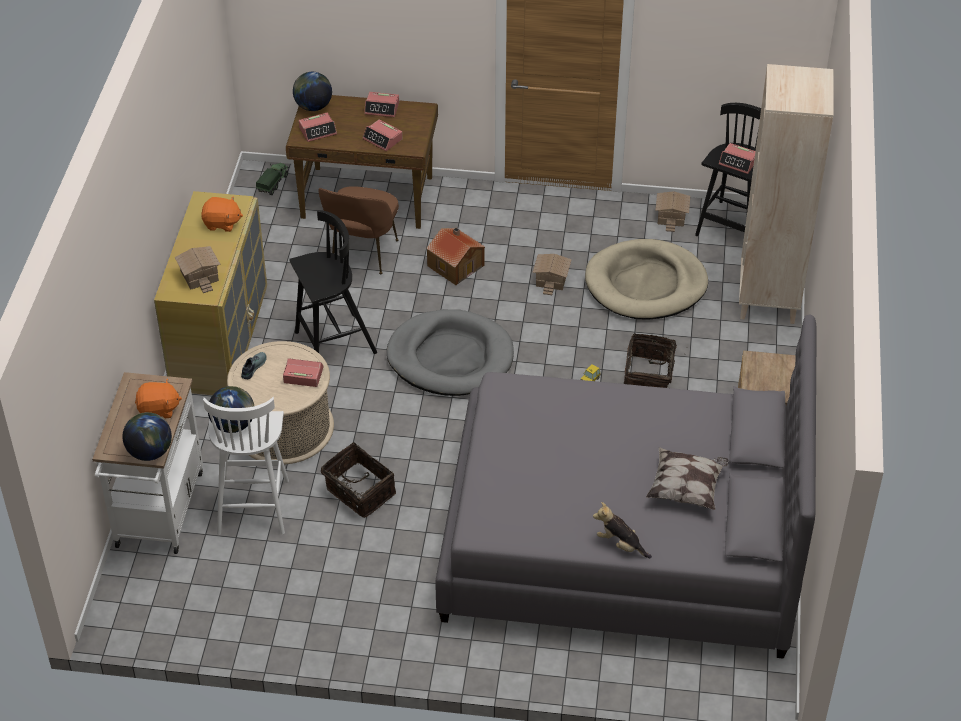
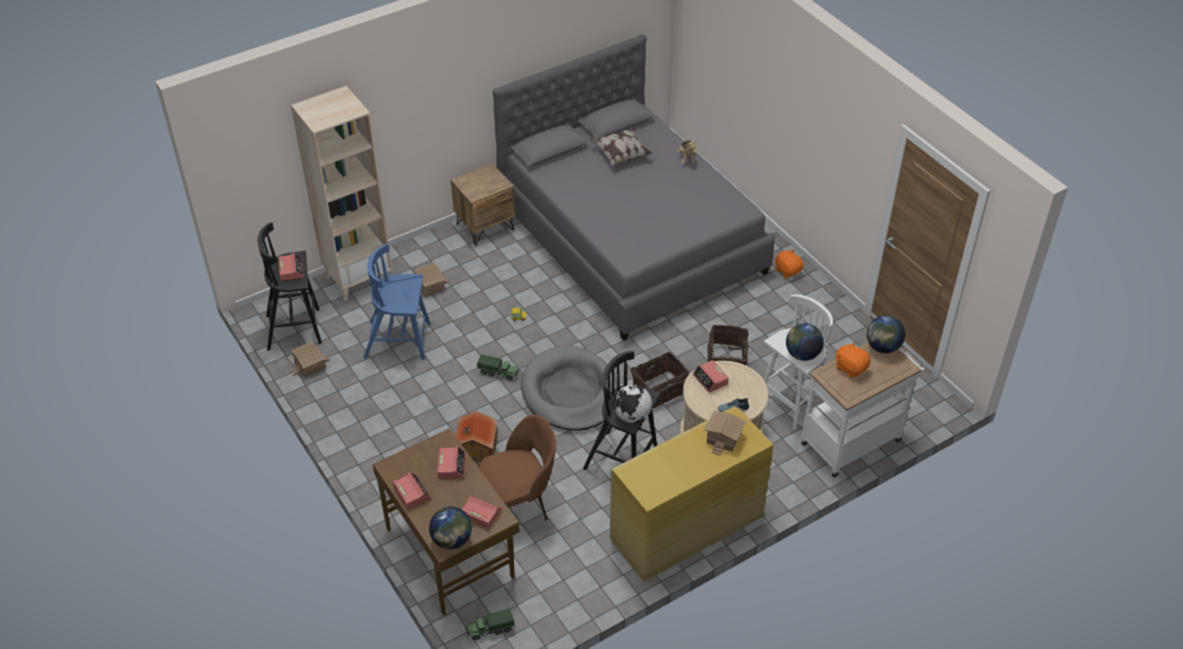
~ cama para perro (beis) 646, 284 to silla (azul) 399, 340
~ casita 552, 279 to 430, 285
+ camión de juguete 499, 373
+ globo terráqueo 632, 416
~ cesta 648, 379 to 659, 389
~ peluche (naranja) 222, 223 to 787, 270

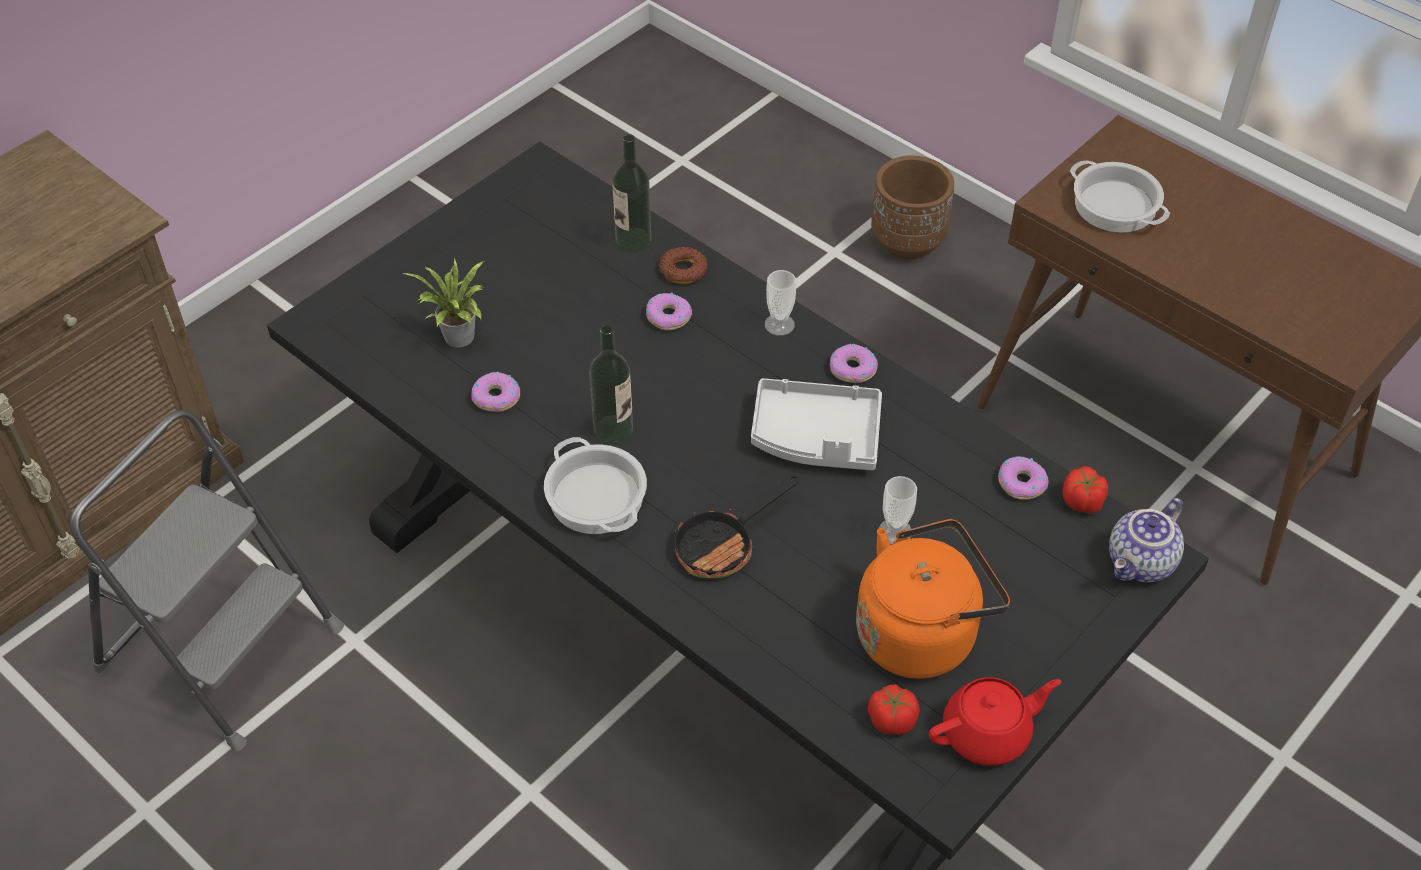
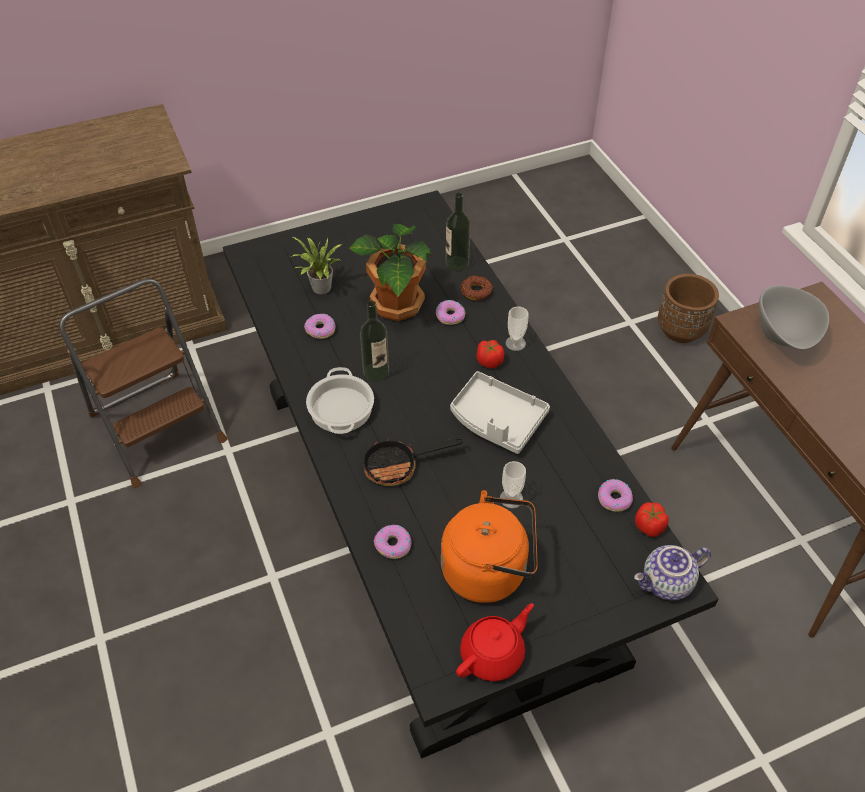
~ escalera de tijera (gris) 213, 643 to escalera de tijera (marrón) 155, 423
+ planta en maceta 396, 306
~ rosquilla 852, 369 to 393, 545
~ tetera (rojo) 988, 734 = 493, 654 45 degrees counterclockwise
~ tomate 891, 719 to 489, 361
~ olla 1114, 205 to cuenco (gris) 784, 339

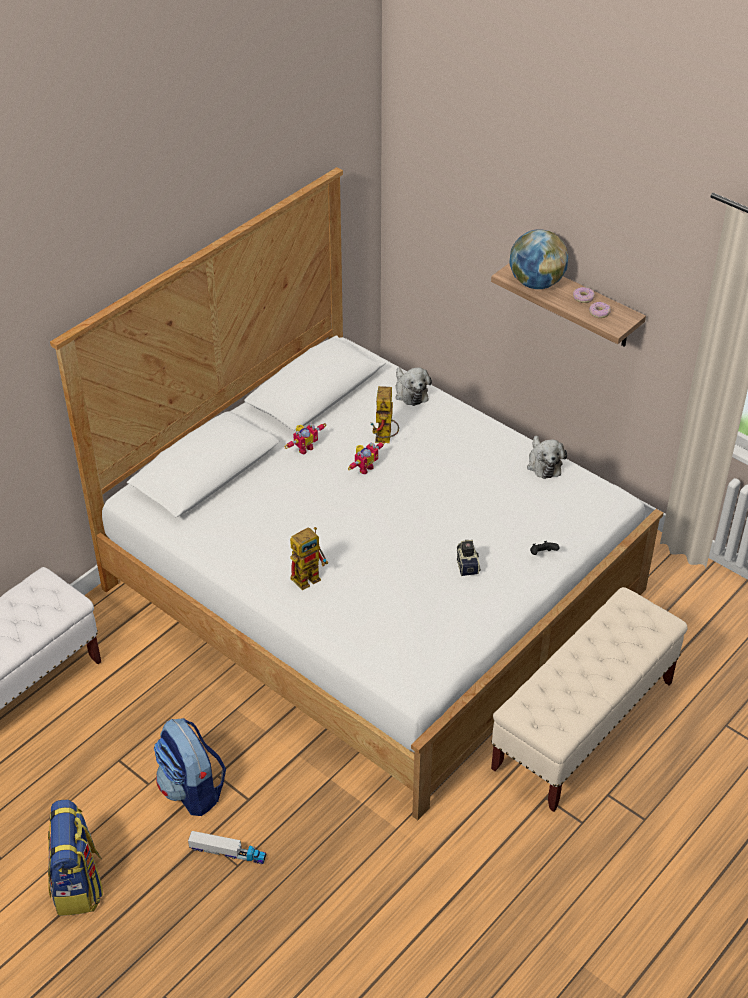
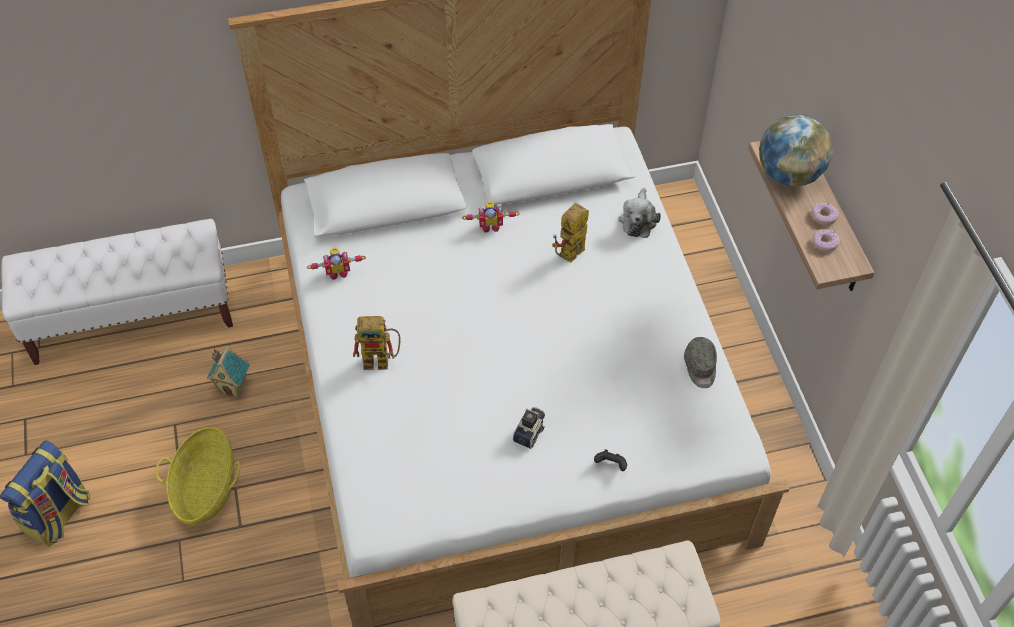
~ mochila 192, 790 to cesta 206, 488
+ casita 234, 387
~ robot de juguete 364, 467 to 338, 272
~ peluche 543, 463 to gorra (gris) 700, 367
- camión de juguete 228, 852

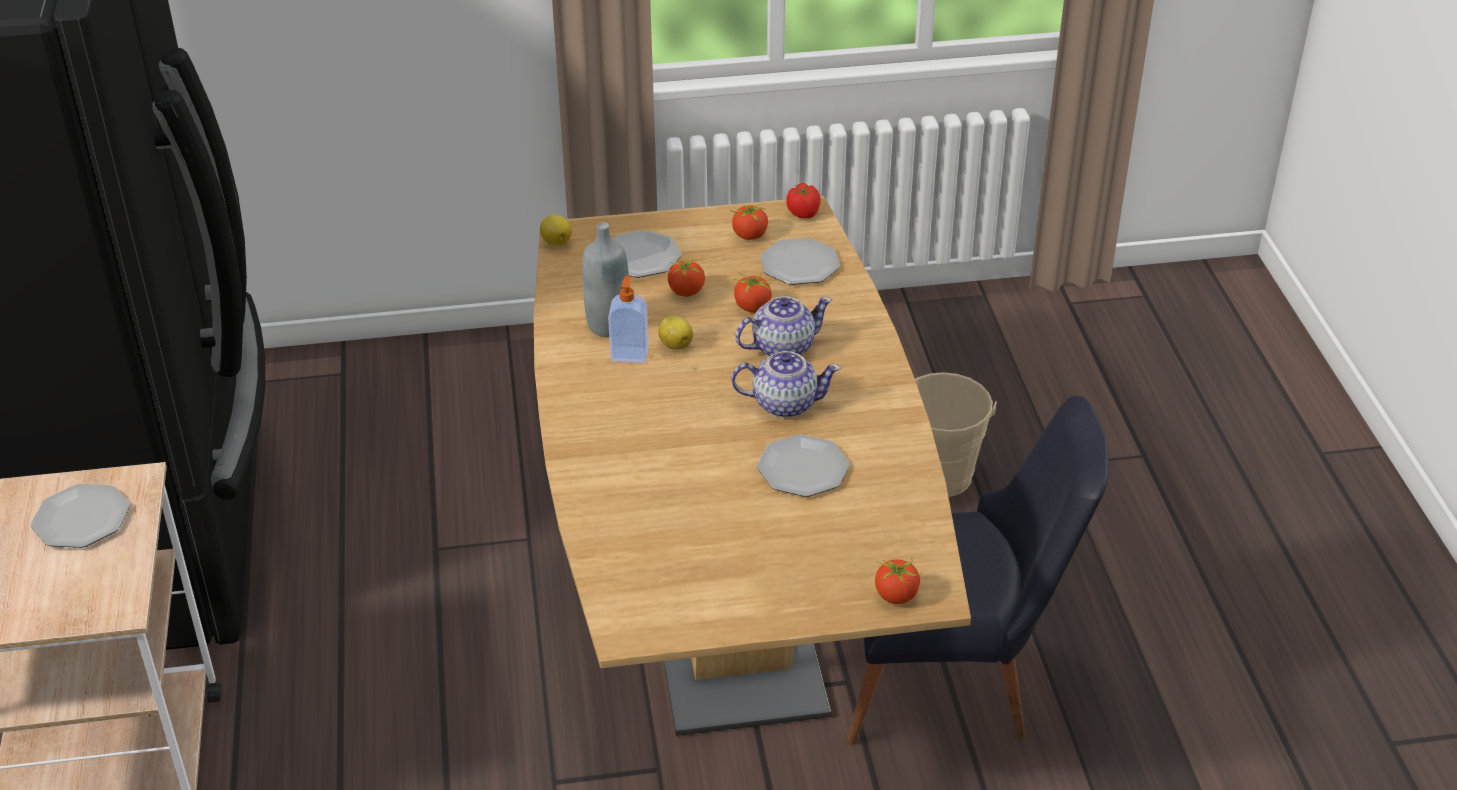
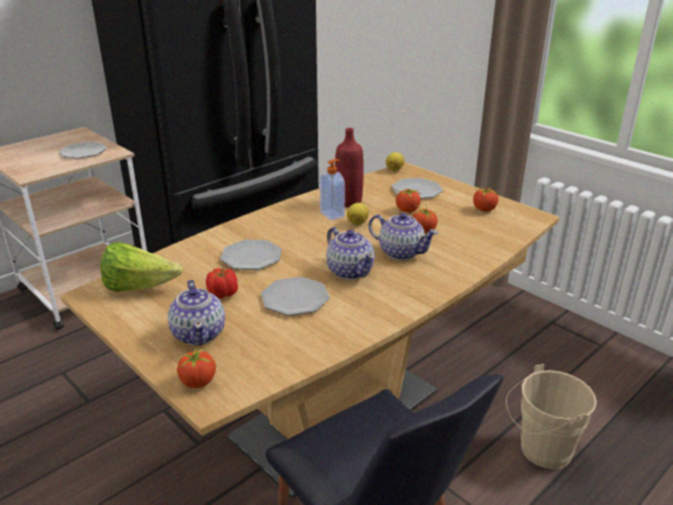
+ lechuga 139, 287
+ tetera 199, 333
~ tomate 803, 213 to 223, 294
~ plato 800, 265 to 251, 257
~ botella (gris) 608, 325 to botella (rojo) 348, 202

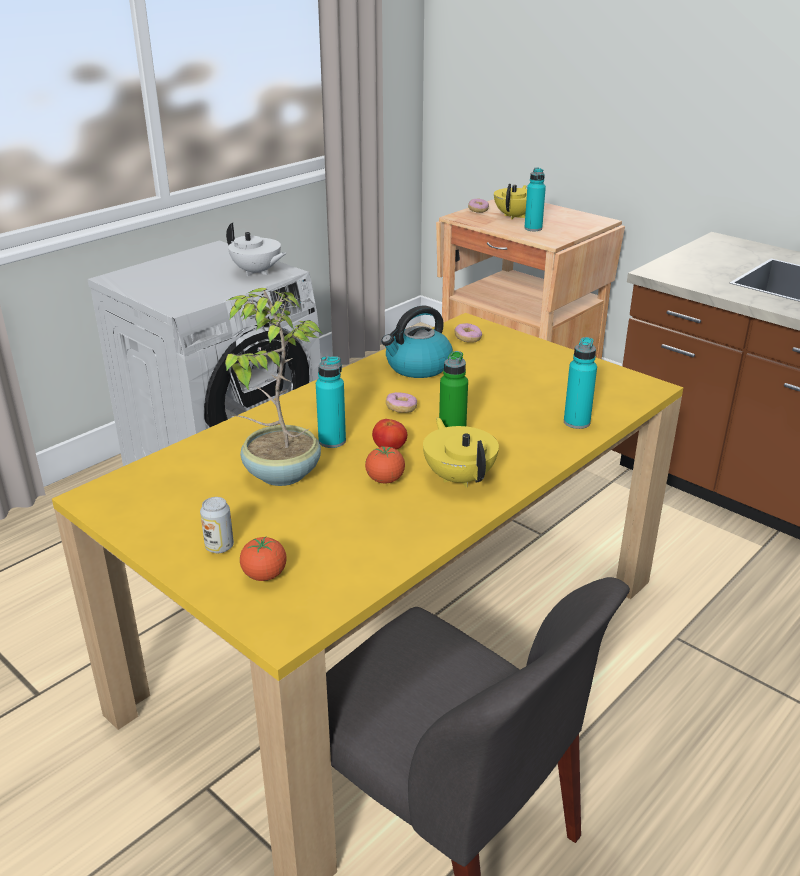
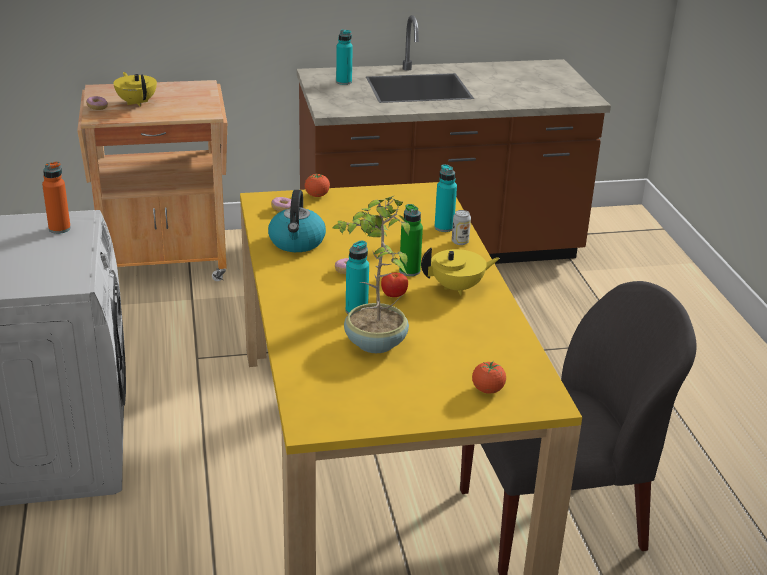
~ tetera (blanco) 257, 272 to botella (naranja) 59, 229
~ tomate 385, 480 to 317, 195
~ botella (turquesa) 533, 228 to 344, 82
~ tetera (amarillo) 459, 477 = 457, 288 150 degrees clockwise
~ lata 219, 546 to 460, 242

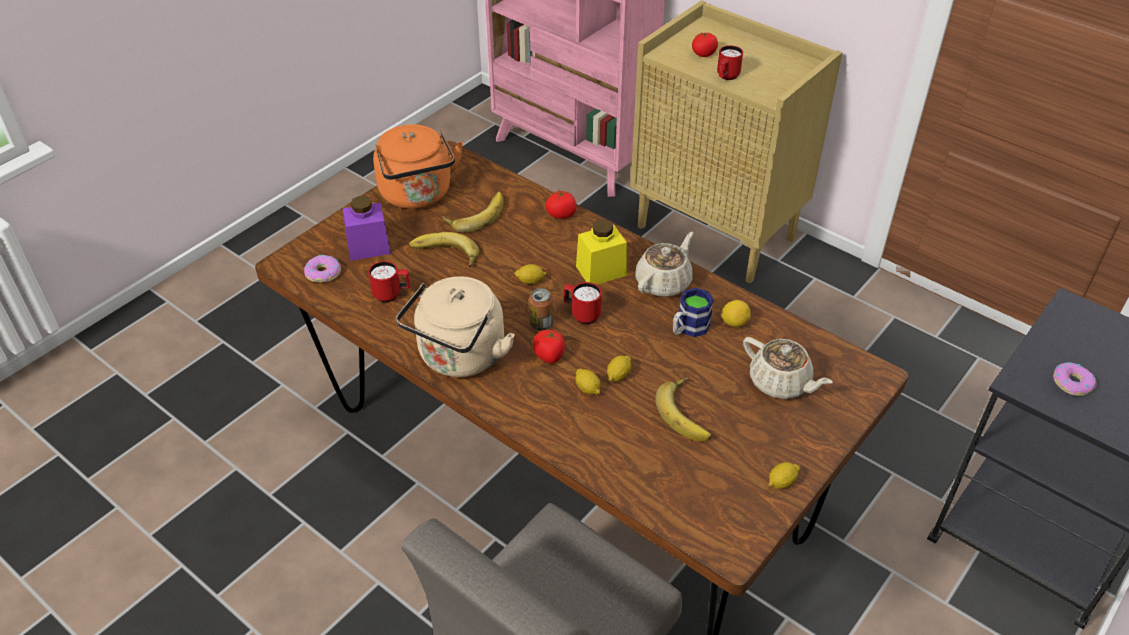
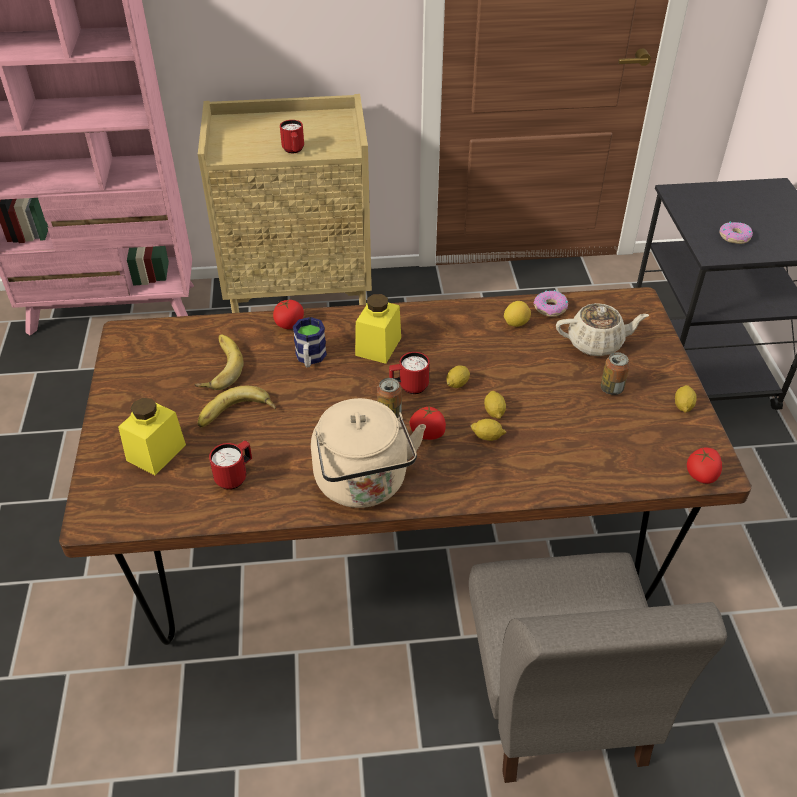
~ tarro (morado) 368, 247 to tarro (amarillo) 156, 453
~ taza grande 688, 329 to 310, 358
~ limón 530, 281 to 457, 383
~ rosquilla 323, 273 to 550, 308
+ lata 611, 389
~ tomate 703, 54 to 701, 475
- hervidor (naranja) 418, 195
- tetera (beis) 664, 282
- plátano 688, 413

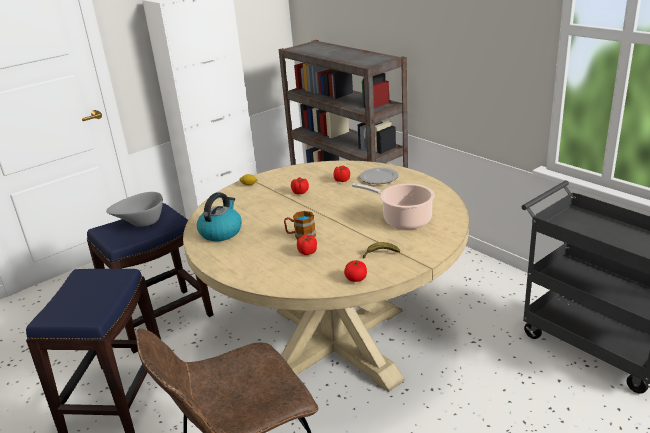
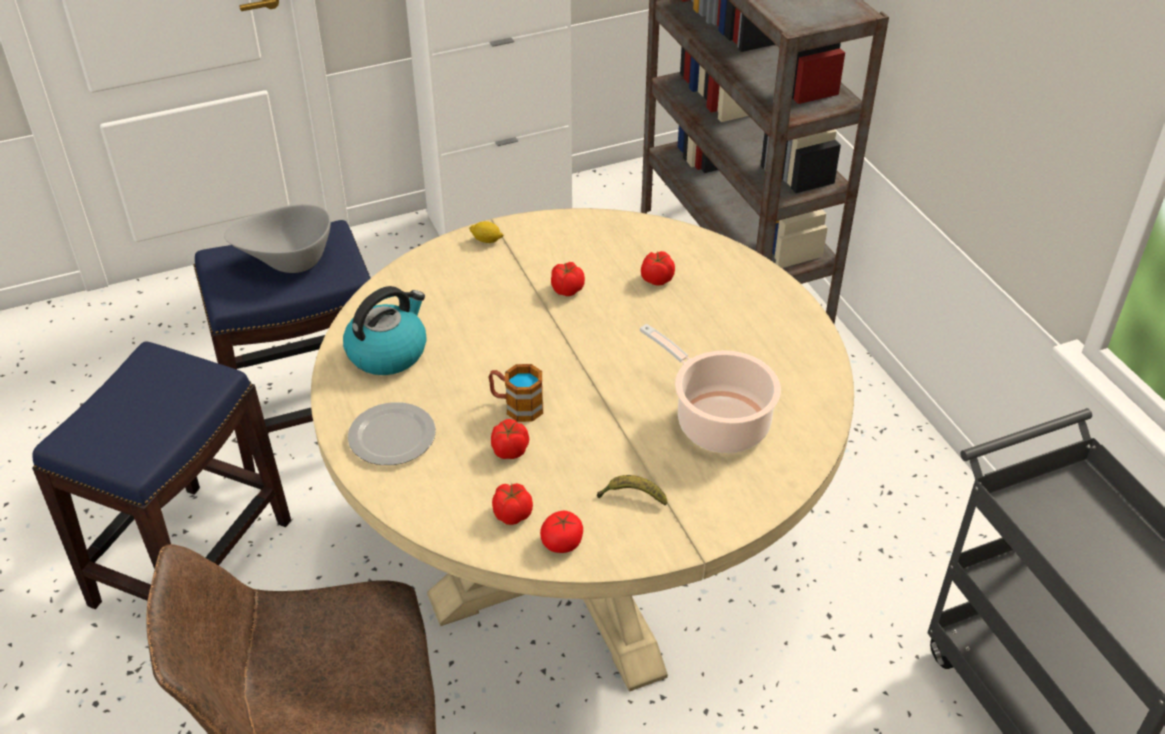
~ plato 378, 177 to 392, 435
+ tomate 512, 514

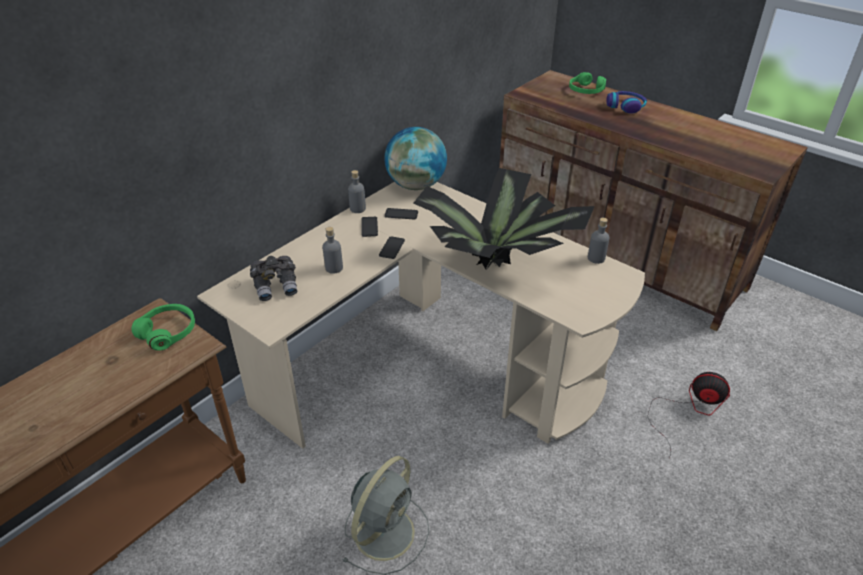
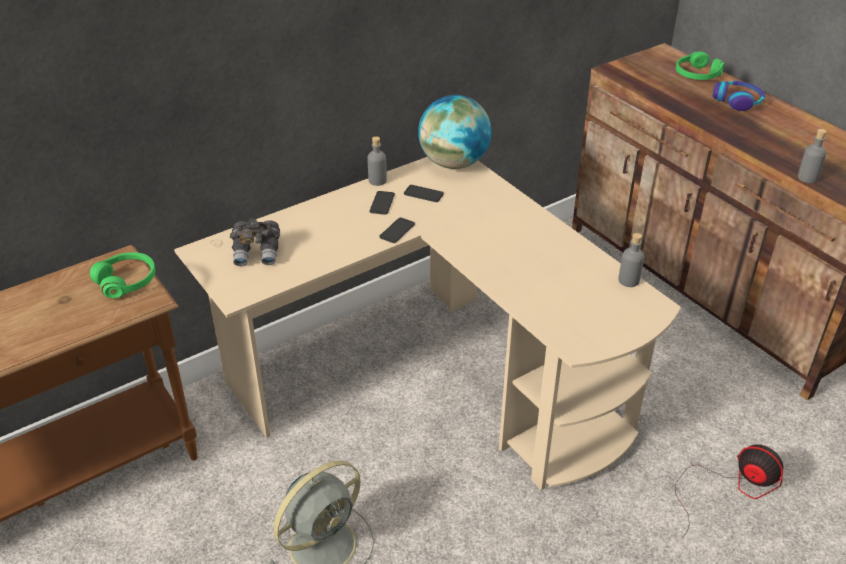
~ botella (gris) 334, 268 to 807, 177
- planta en maceta 497, 265

